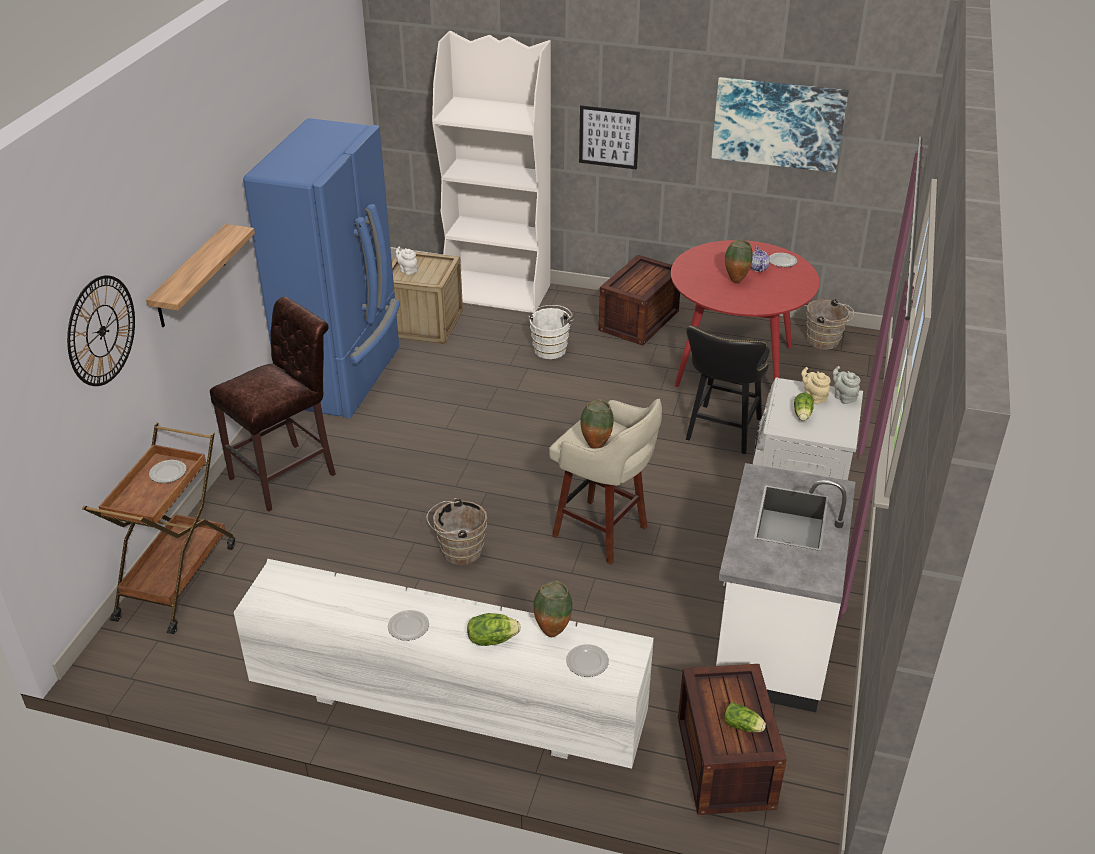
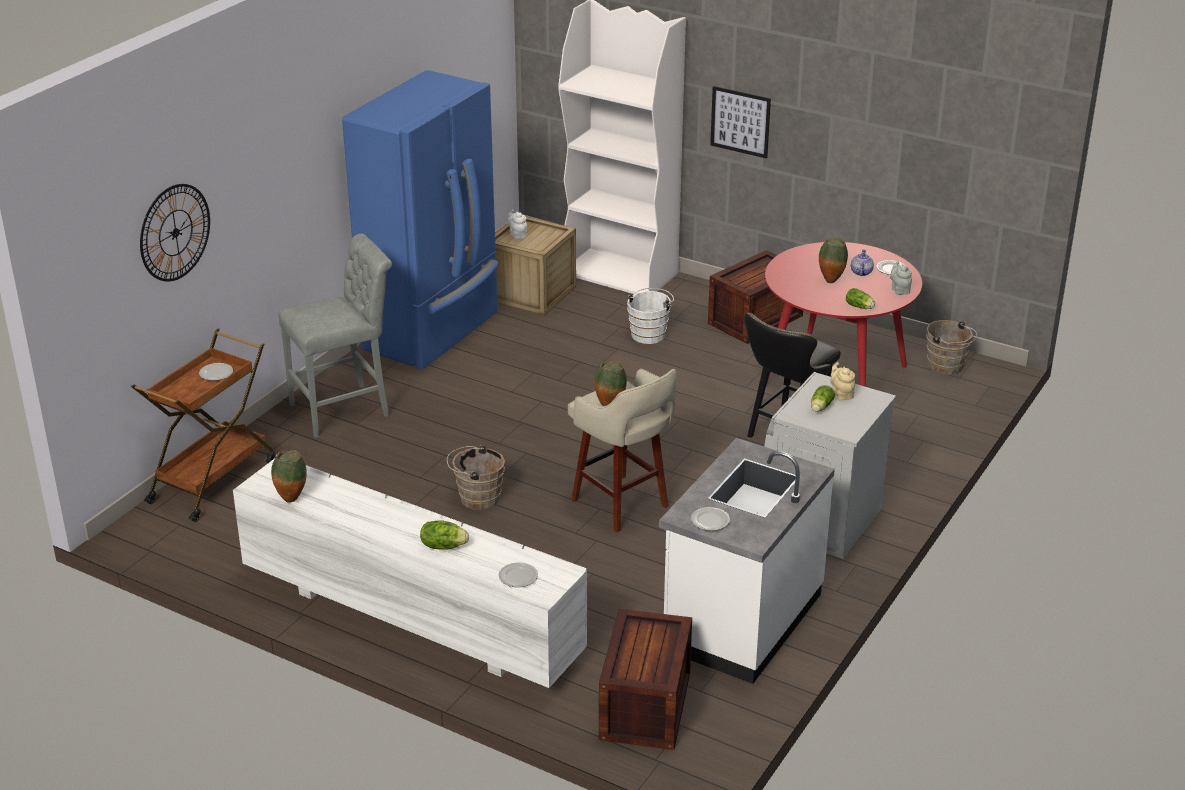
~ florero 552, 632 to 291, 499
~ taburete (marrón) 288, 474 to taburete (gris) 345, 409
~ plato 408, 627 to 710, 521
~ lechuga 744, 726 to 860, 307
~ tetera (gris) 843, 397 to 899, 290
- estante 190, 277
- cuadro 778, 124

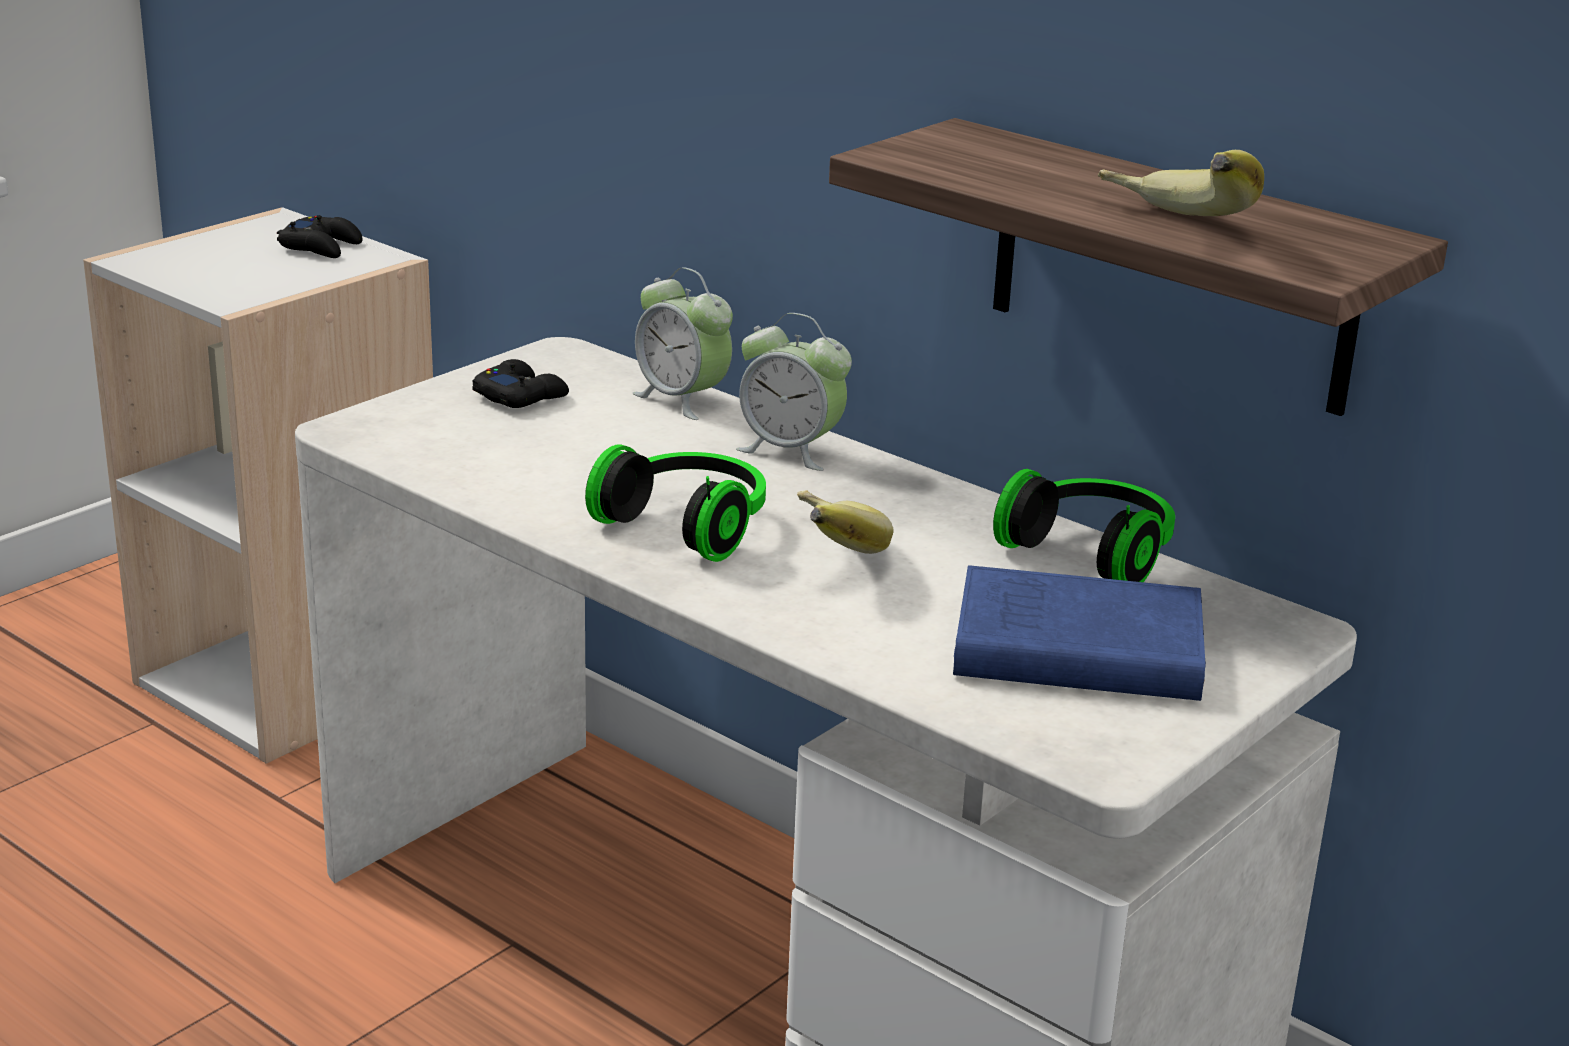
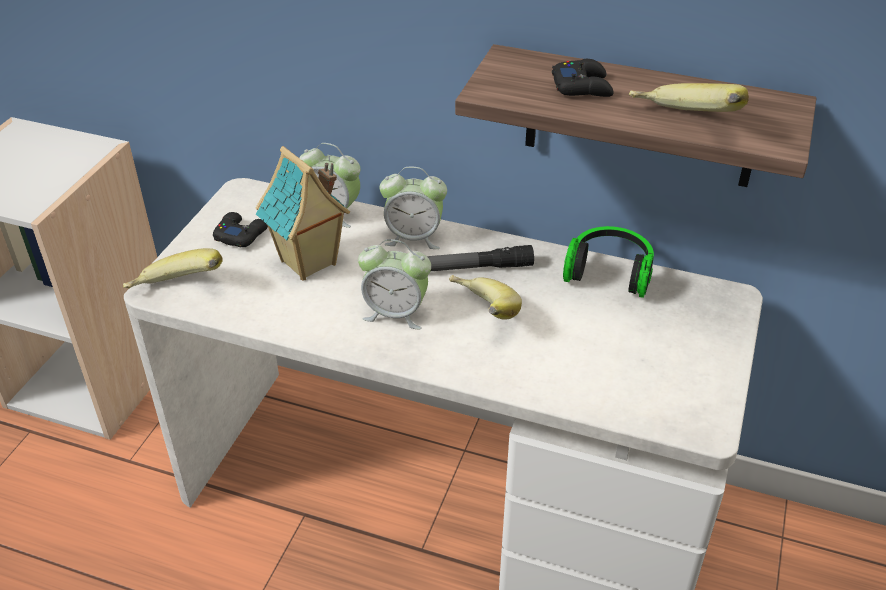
+ plátano 177, 291
+ casita 309, 263
~ auriculares 689, 526 to despertador 396, 313
+ linterna 473, 268
~ mando de consola (negro) 321, 247 to 582, 86
- libro (azul) 1069, 649

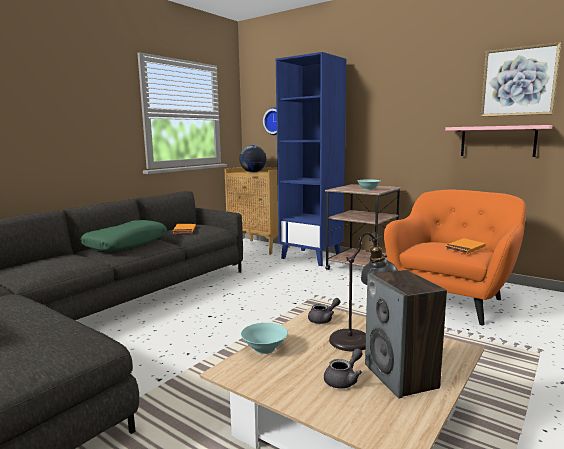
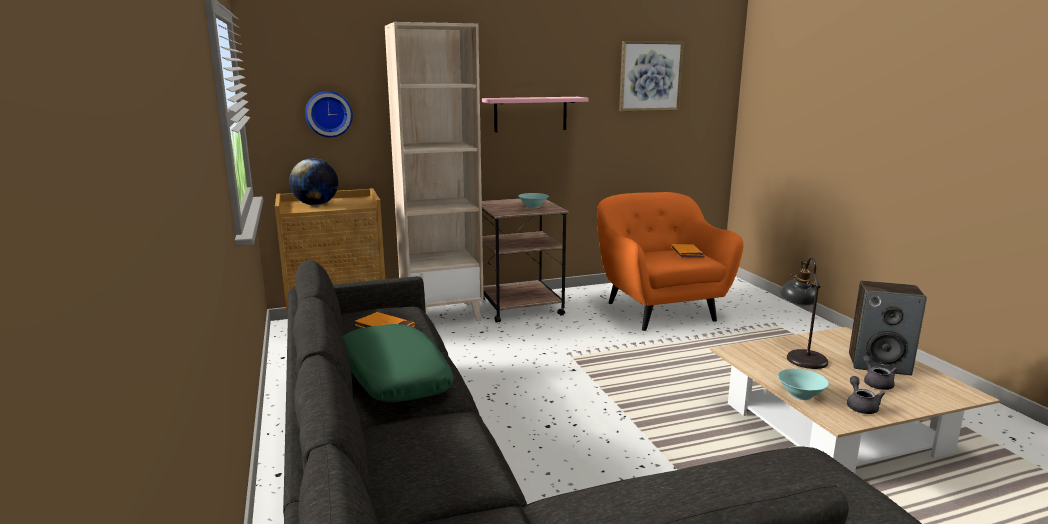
~ estantería (azul) 311, 257 to estantería (beis) 441, 315
~ estante (rosa) 497, 141 to 530, 114
~ tetera (gris) 323, 319 to 861, 406

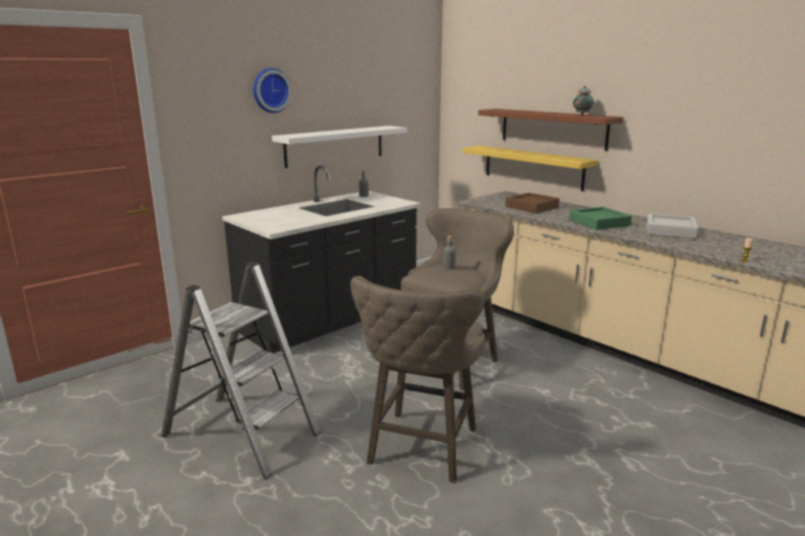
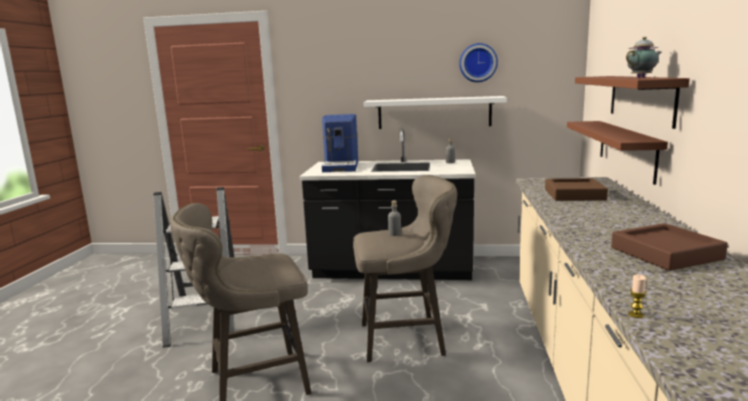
+ cafetera 342, 166
~ reloj de pared 270, 90 to 478, 63
~ estante (amarillo) 533, 167 to estante (marrón) 626, 149
~ bandeja (gris) 670, 231 to bandeja (marrón) 665, 253
- bandeja (verde) 599, 223

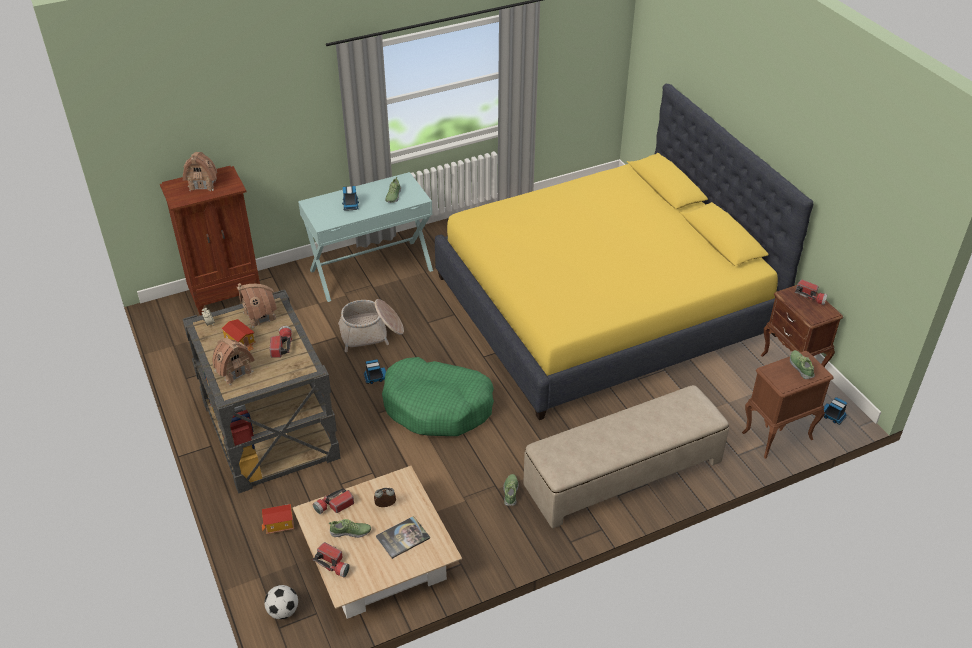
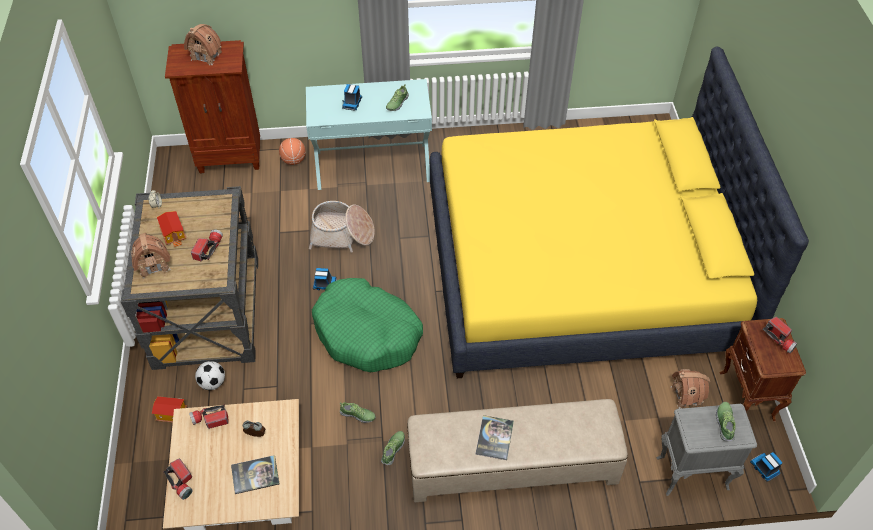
~ balón de fútbol 283, 611 to 212, 383
+ balón de baloncesto 293, 160
~ zapato 350, 532 to 358, 415
+ libro 494, 438
~ mesita de noche (marrón) 777, 436 to mesita de noche (gris) 692, 473
~ casita 260, 316 to 686, 395

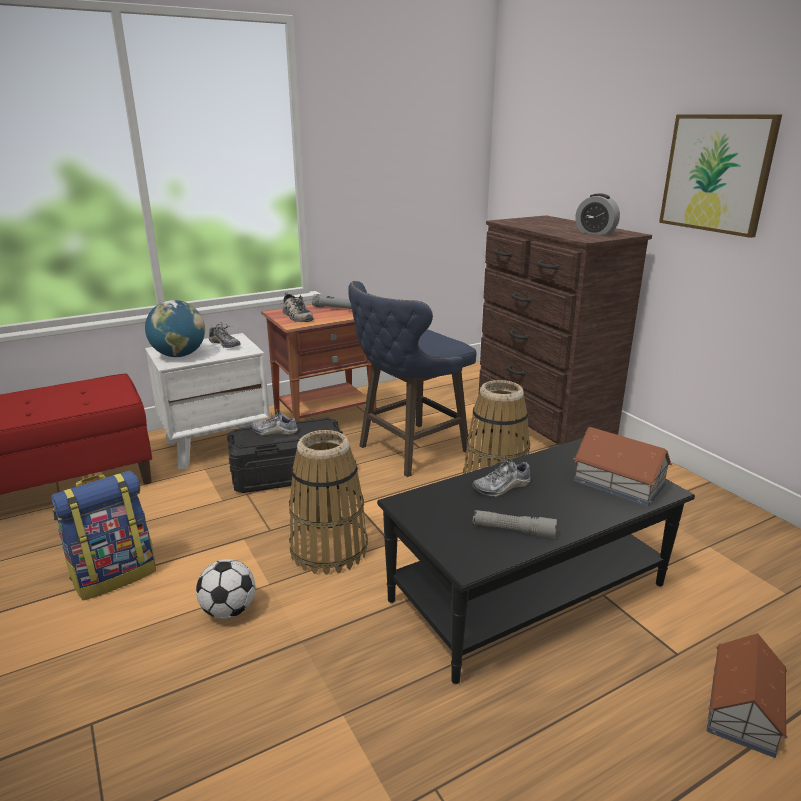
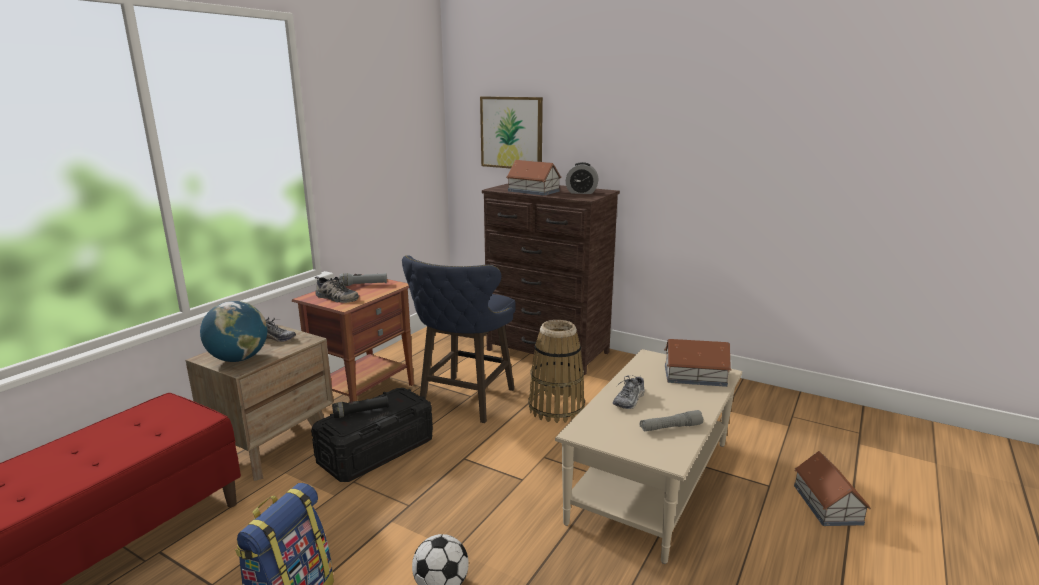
~ mesita de noche (blanco) 217, 444 to mesita de noche (marrón) 273, 446
~ zapato 274, 431 to linterna (negro) 361, 412
~ cuadro 716, 173 to 511, 133
+ casita 533, 191
~ mesa de centro (negro) 526, 593 to mesa de centro (beis) 651, 481
- cesta 329, 549

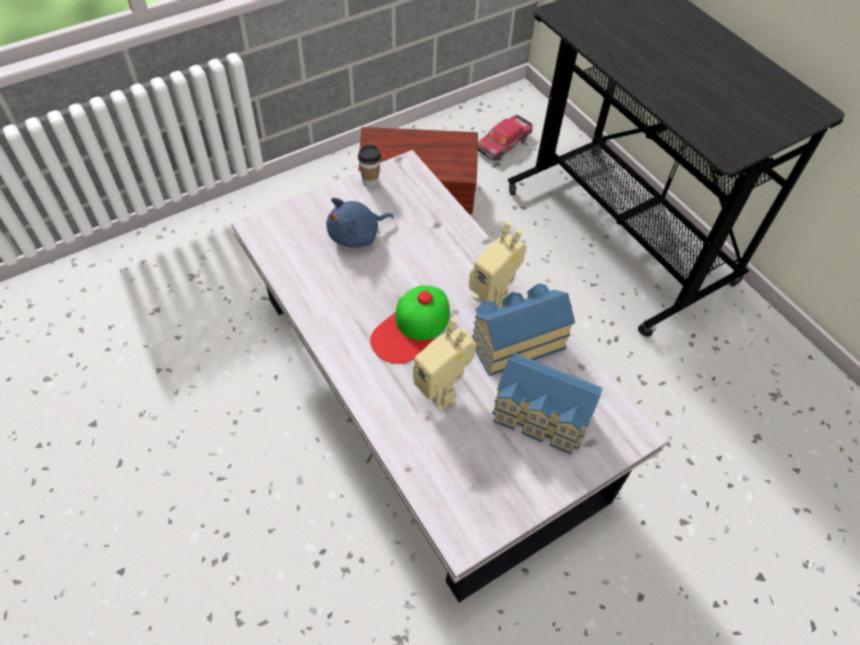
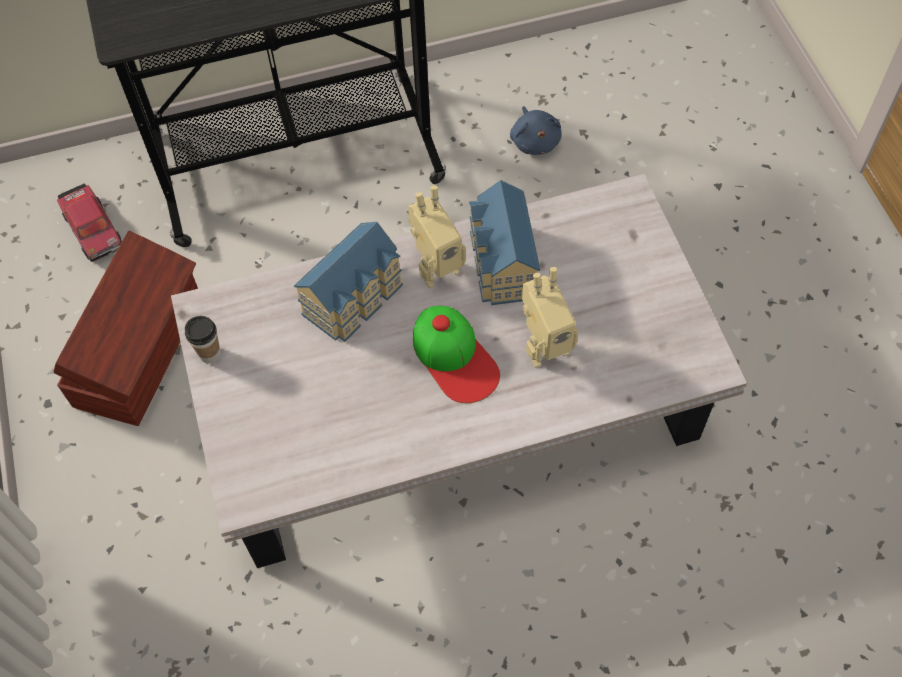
~ casita 540, 418 to 356, 298
~ peluche (azul) 357, 235 to 535, 141

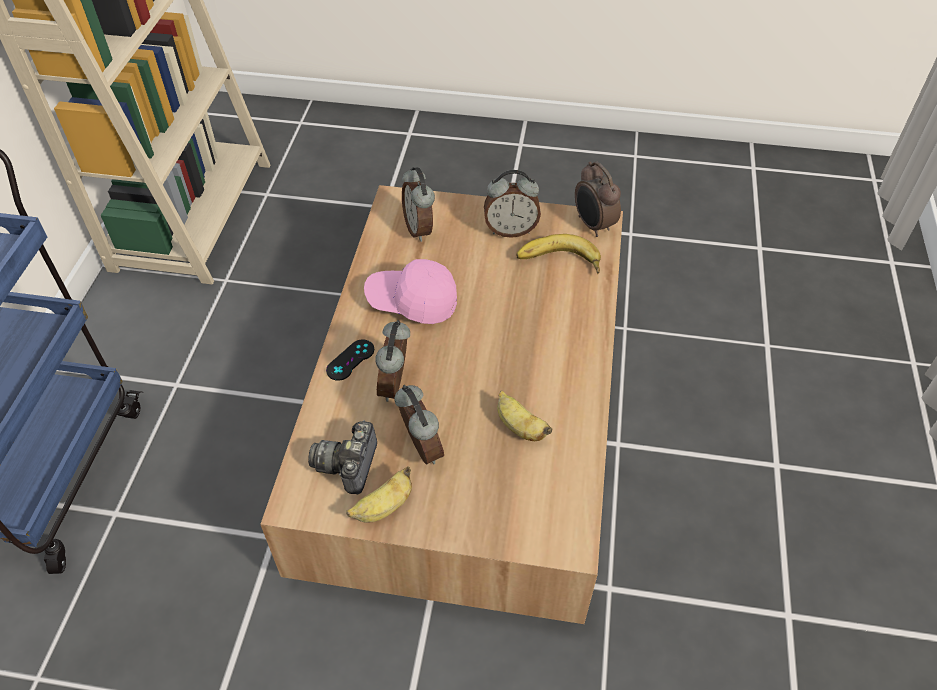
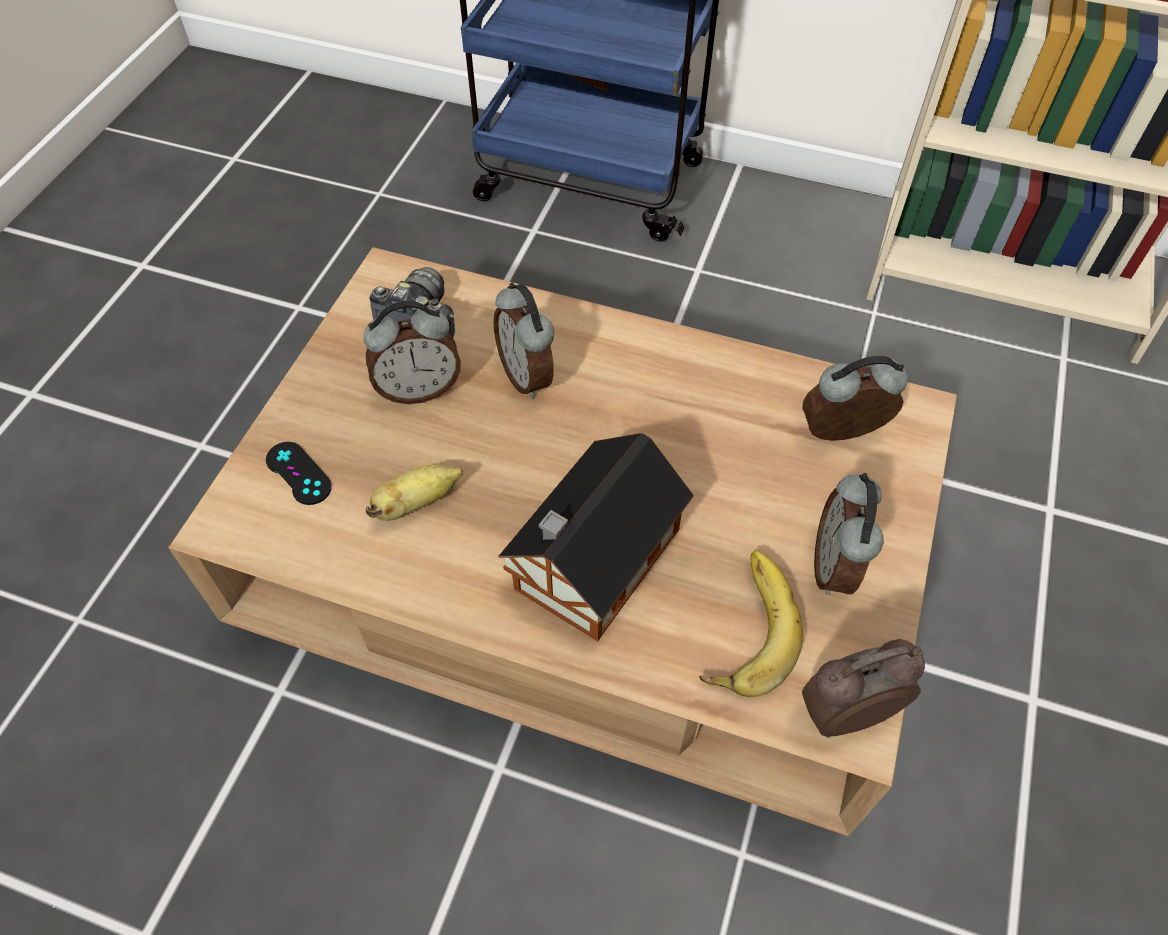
~ mando de consola (negro) 350, 360 to 298, 473
~ despertador 396, 385 = 528, 376 135 degrees counterclockwise
+ casita 592, 563
- plátano 383, 507
- gorra (rosa) 412, 302

